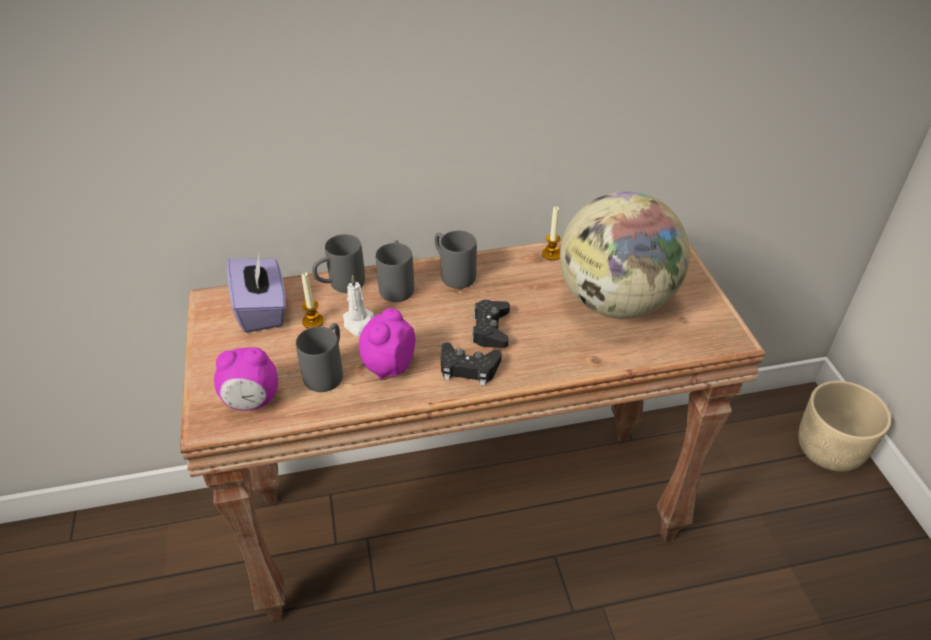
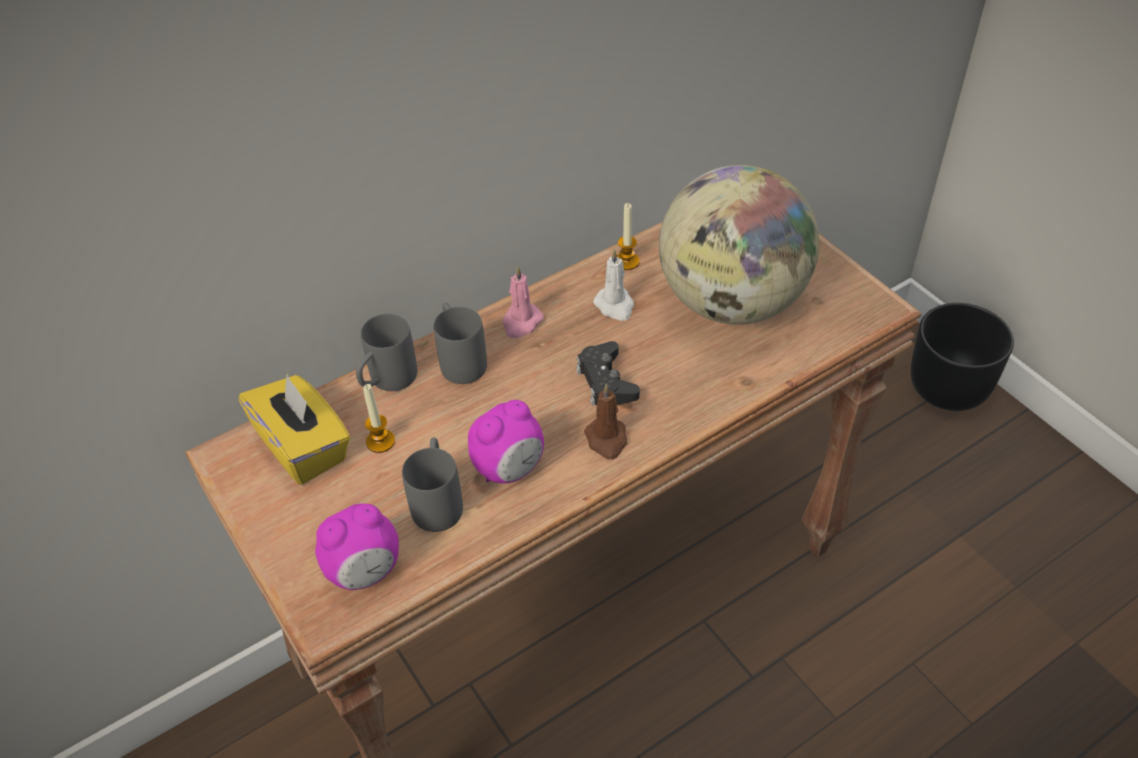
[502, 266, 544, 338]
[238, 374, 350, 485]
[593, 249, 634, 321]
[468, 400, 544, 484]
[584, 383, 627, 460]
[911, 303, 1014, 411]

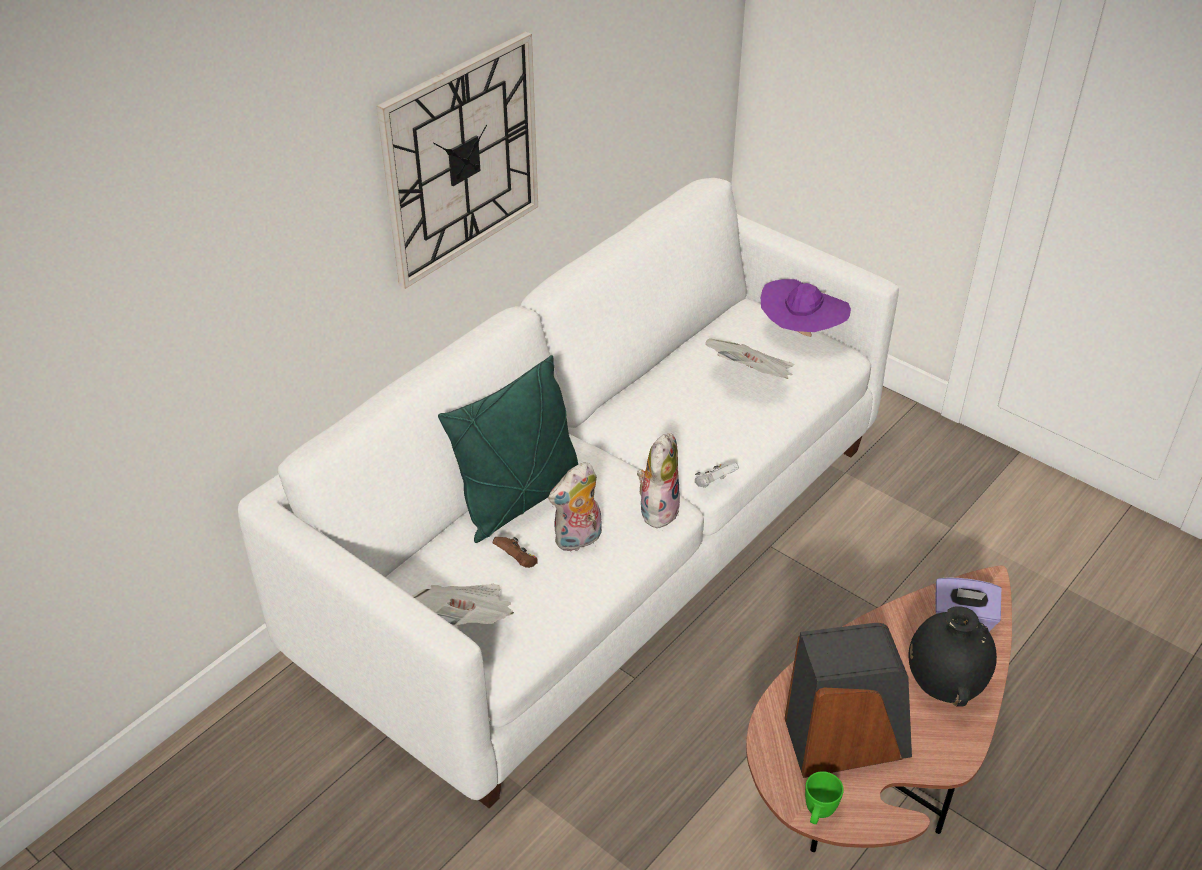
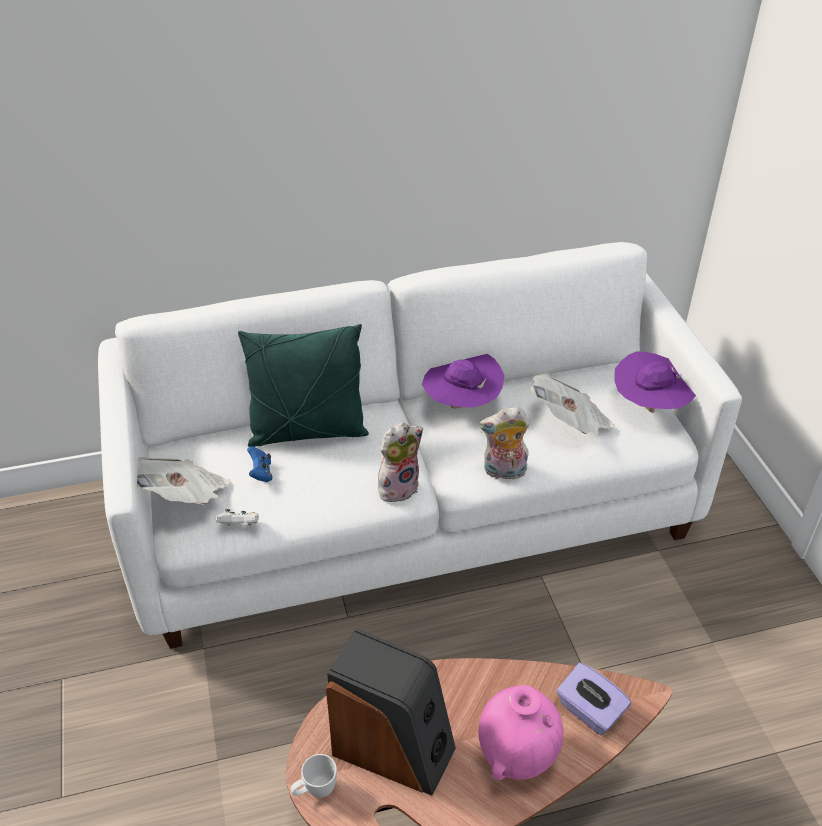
[377, 32, 538, 289] (first image)
[479, 407, 529, 480]
[216, 509, 259, 525]
[247, 446, 272, 482]
[479, 685, 563, 780]
[291, 754, 337, 798]
[422, 354, 505, 408]

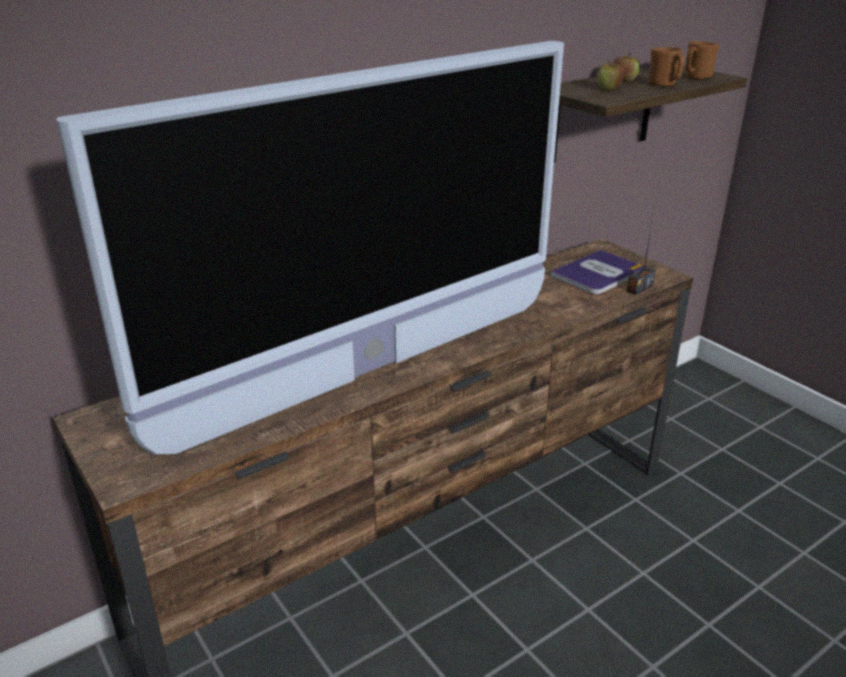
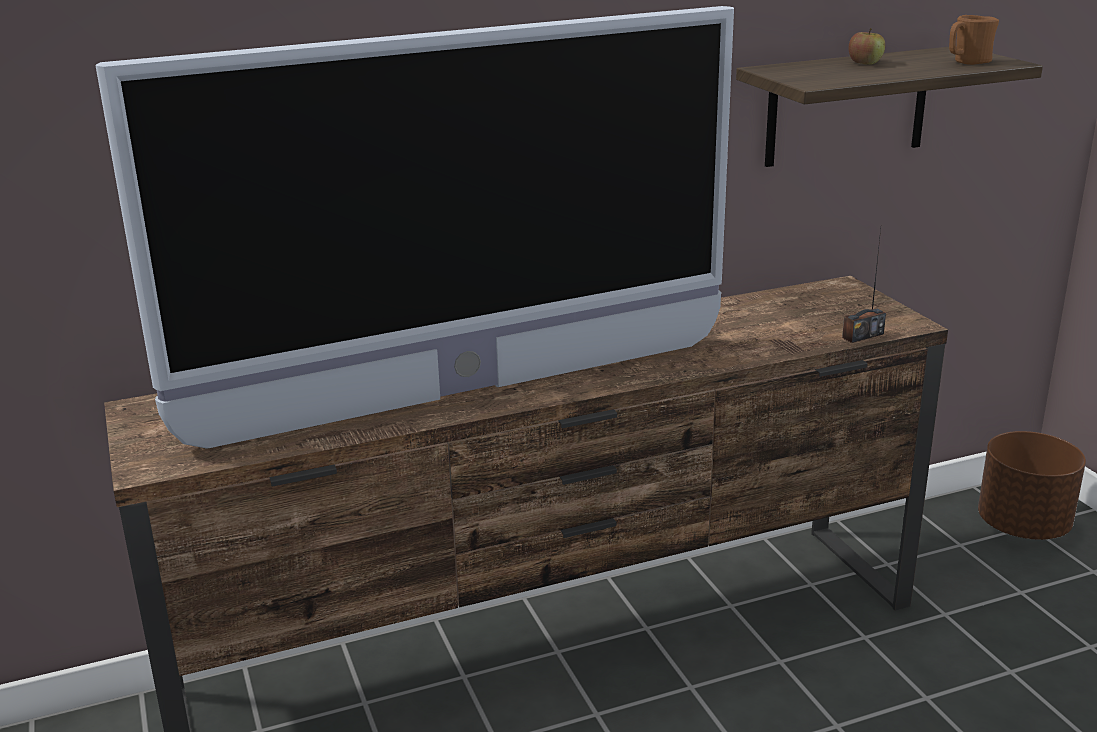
[648, 47, 684, 86] (first image)
[597, 60, 624, 90] (first image)
[550, 250, 644, 294] (first image)
[978, 431, 1086, 540]

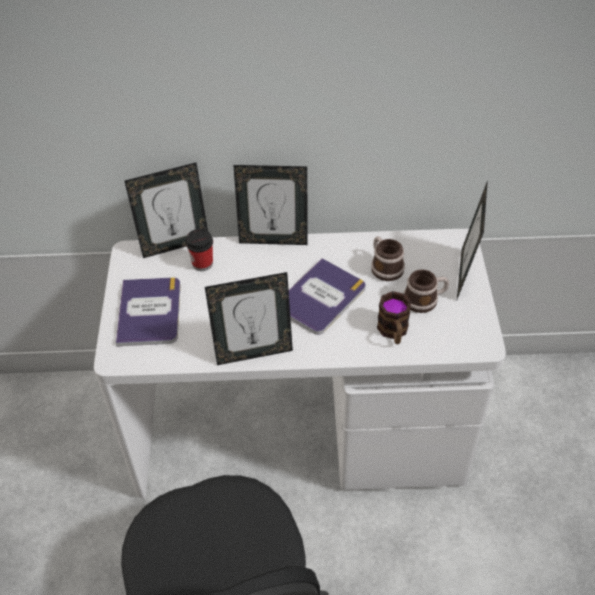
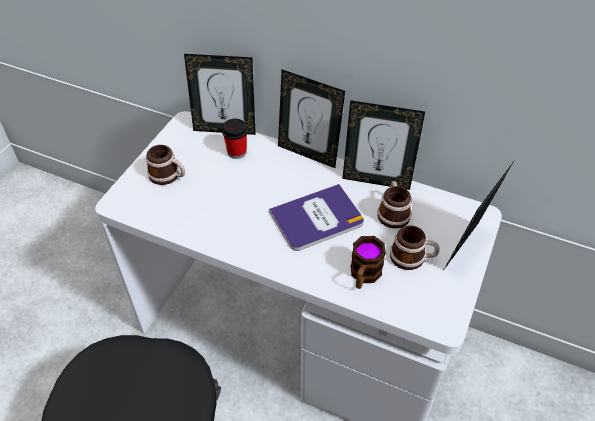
[342, 100, 425, 190]
[146, 145, 185, 185]

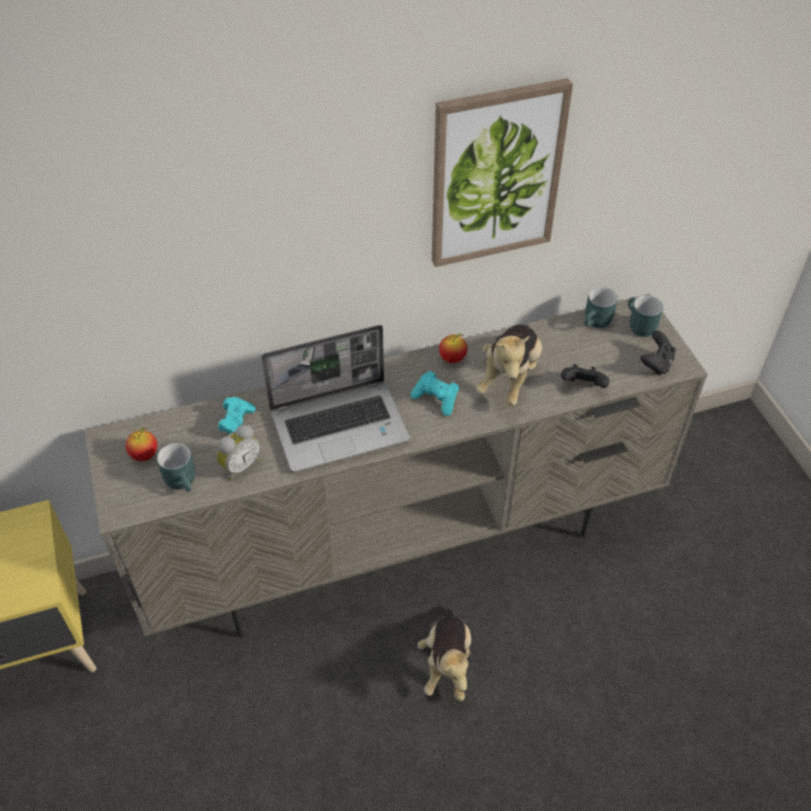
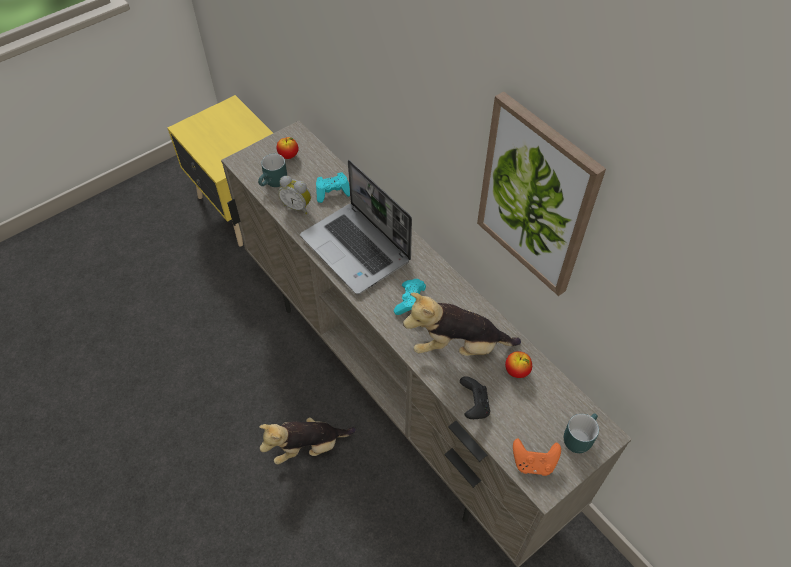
[584, 287, 618, 328] (first image)
[513, 438, 561, 476]
[505, 351, 532, 378]

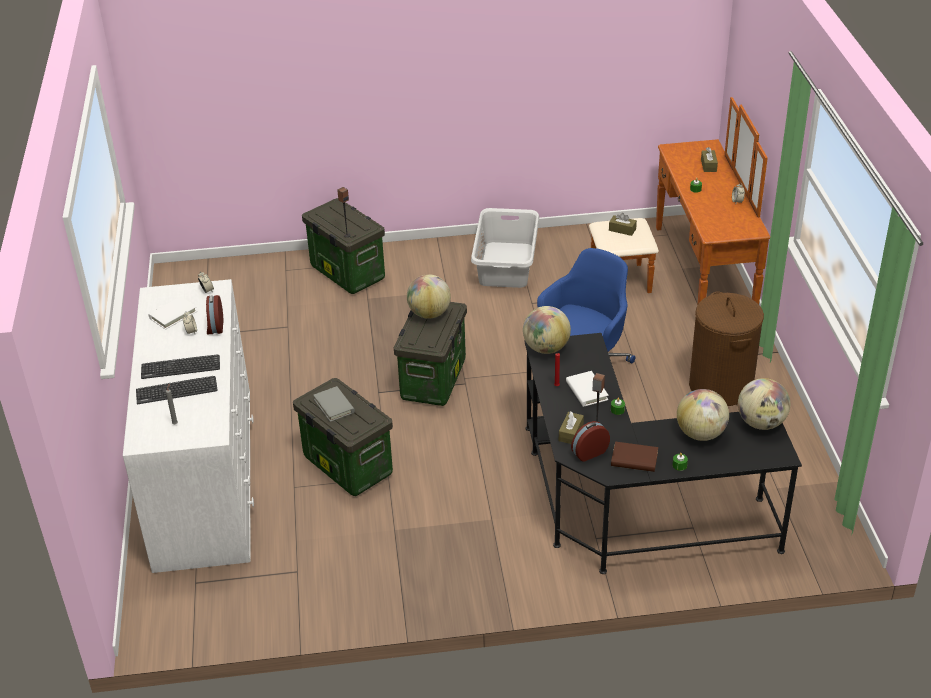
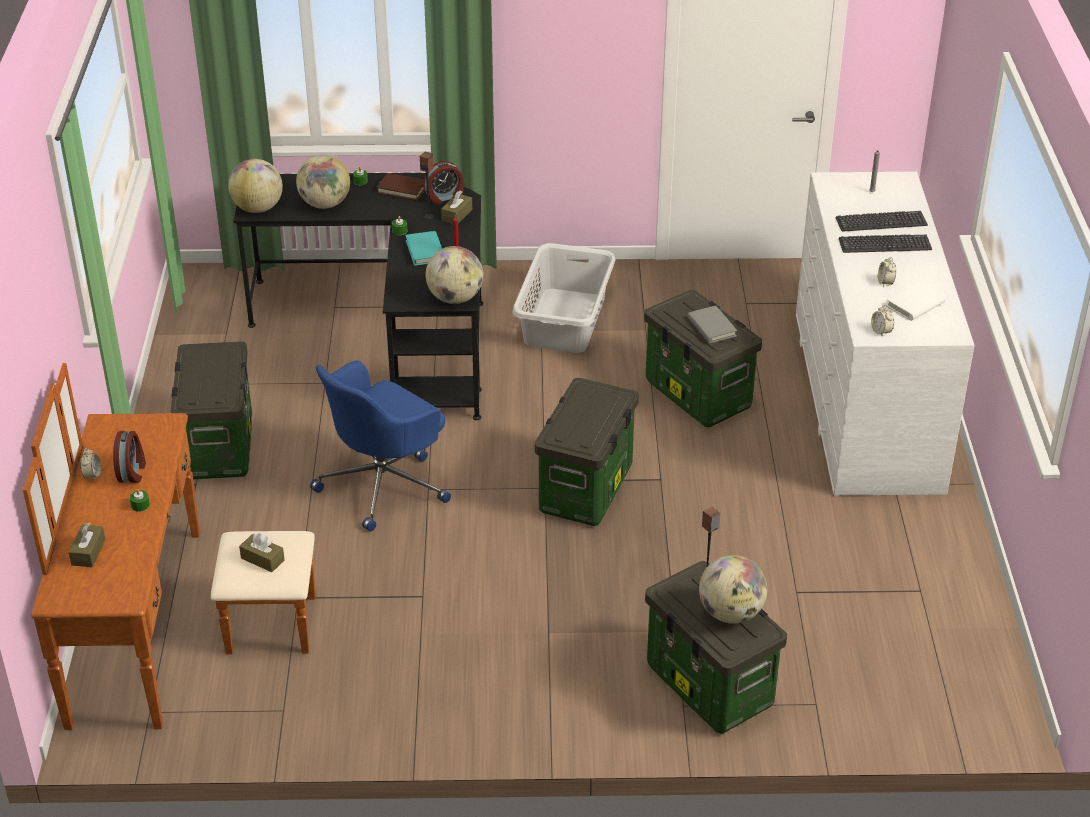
[513, 243, 615, 353]
[699, 555, 767, 624]
[171, 341, 252, 479]
[113, 431, 146, 483]
[405, 231, 442, 266]

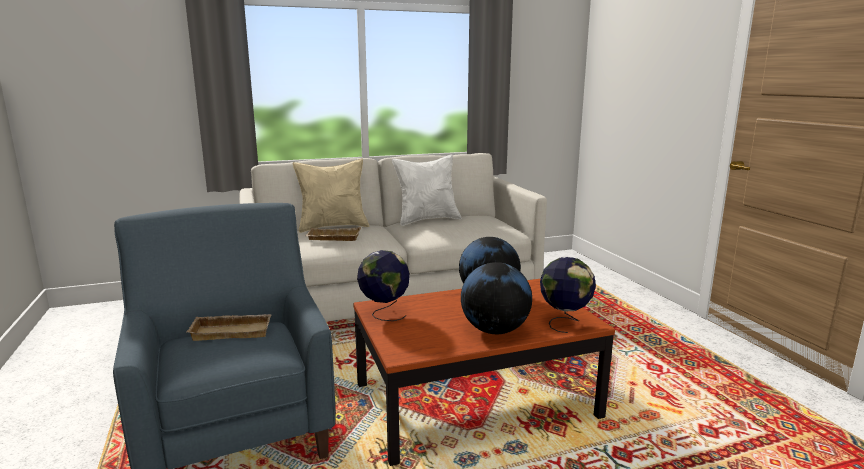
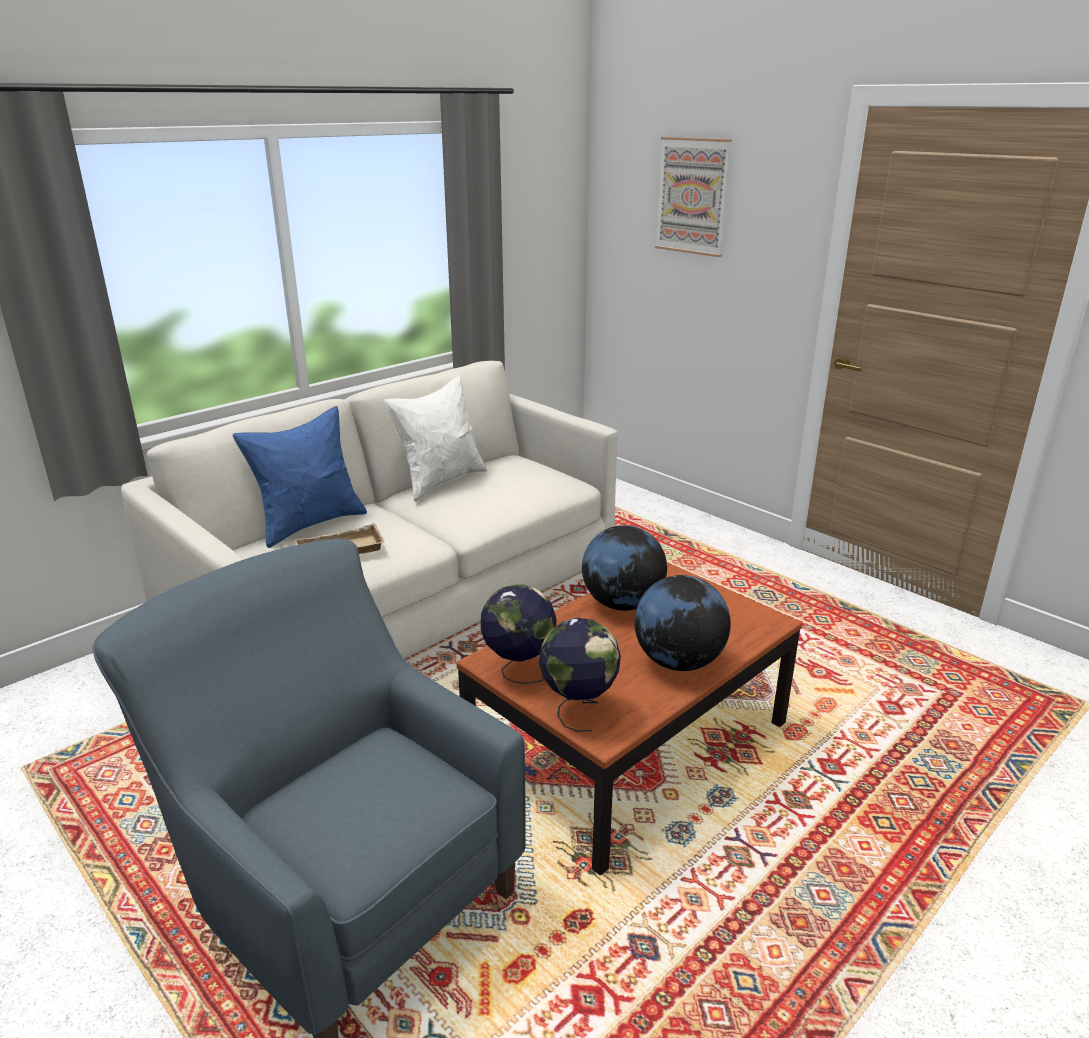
[233, 406, 367, 548]
[539, 618, 621, 732]
[187, 314, 272, 341] (first image)
[655, 137, 732, 257]

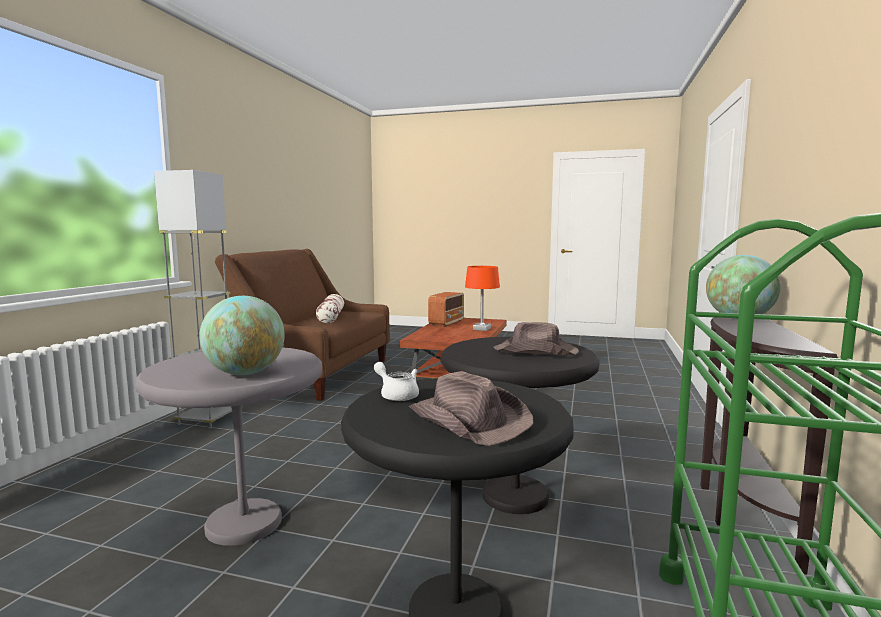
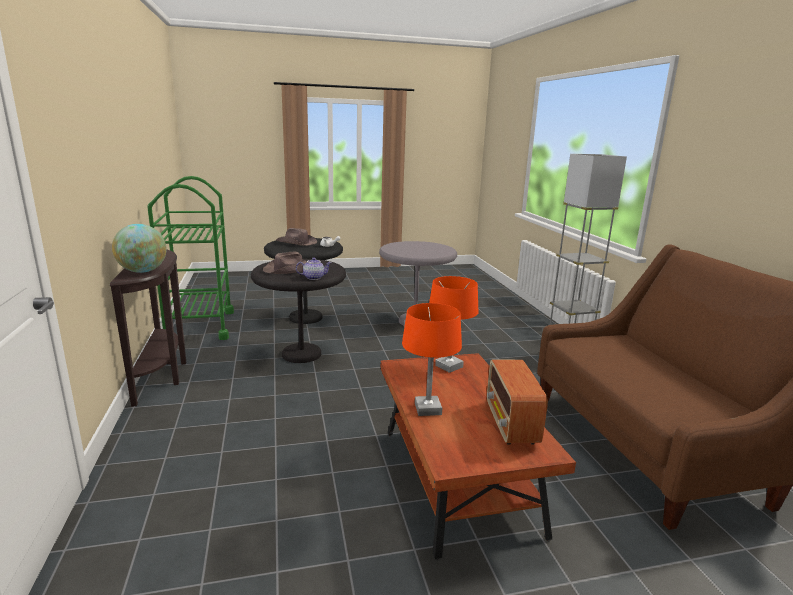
[316, 294, 344, 323] (first image)
[199, 296, 285, 375] (first image)
[296, 257, 332, 280]
[429, 276, 478, 373]

